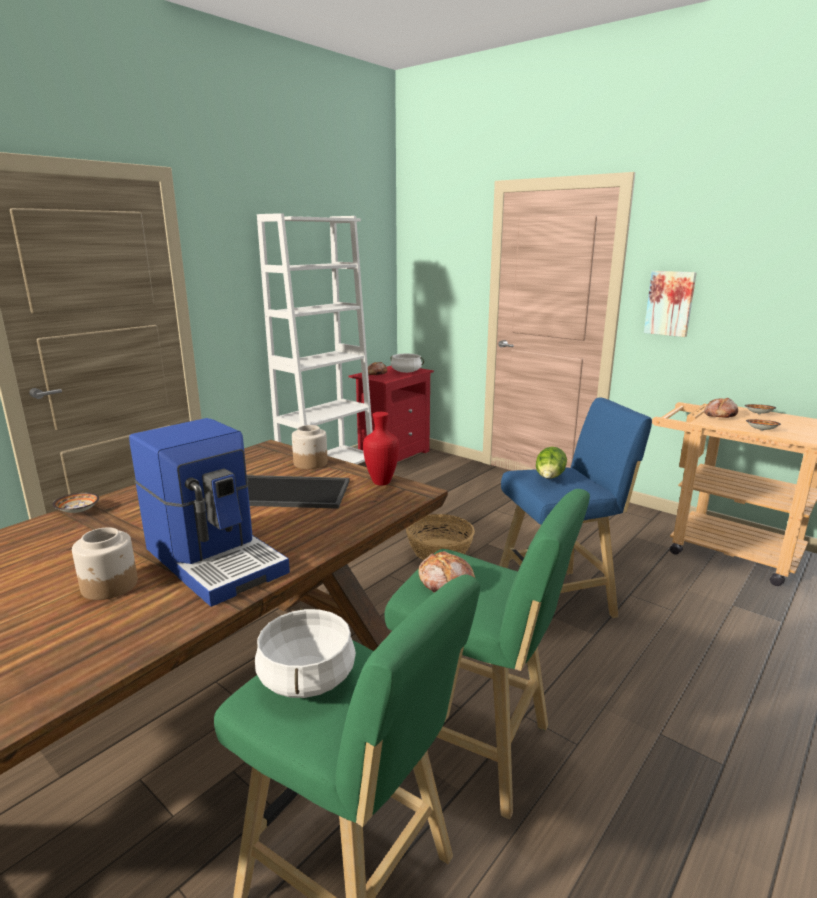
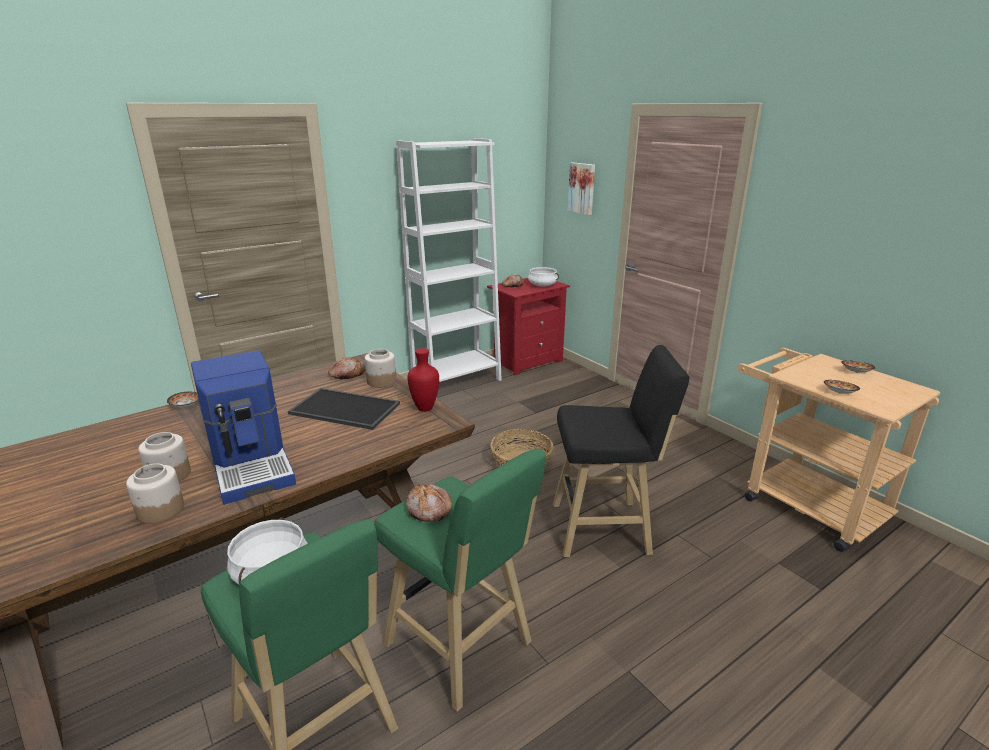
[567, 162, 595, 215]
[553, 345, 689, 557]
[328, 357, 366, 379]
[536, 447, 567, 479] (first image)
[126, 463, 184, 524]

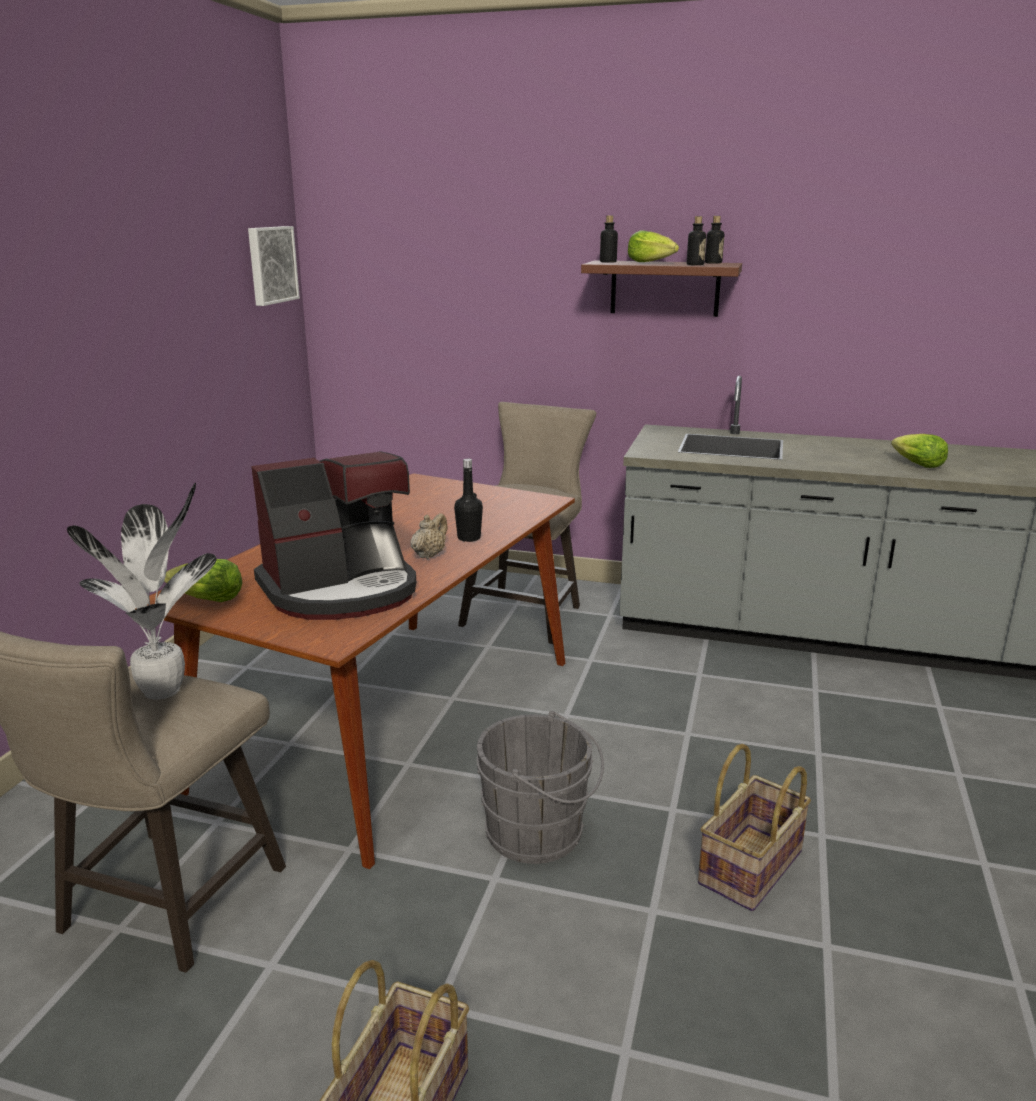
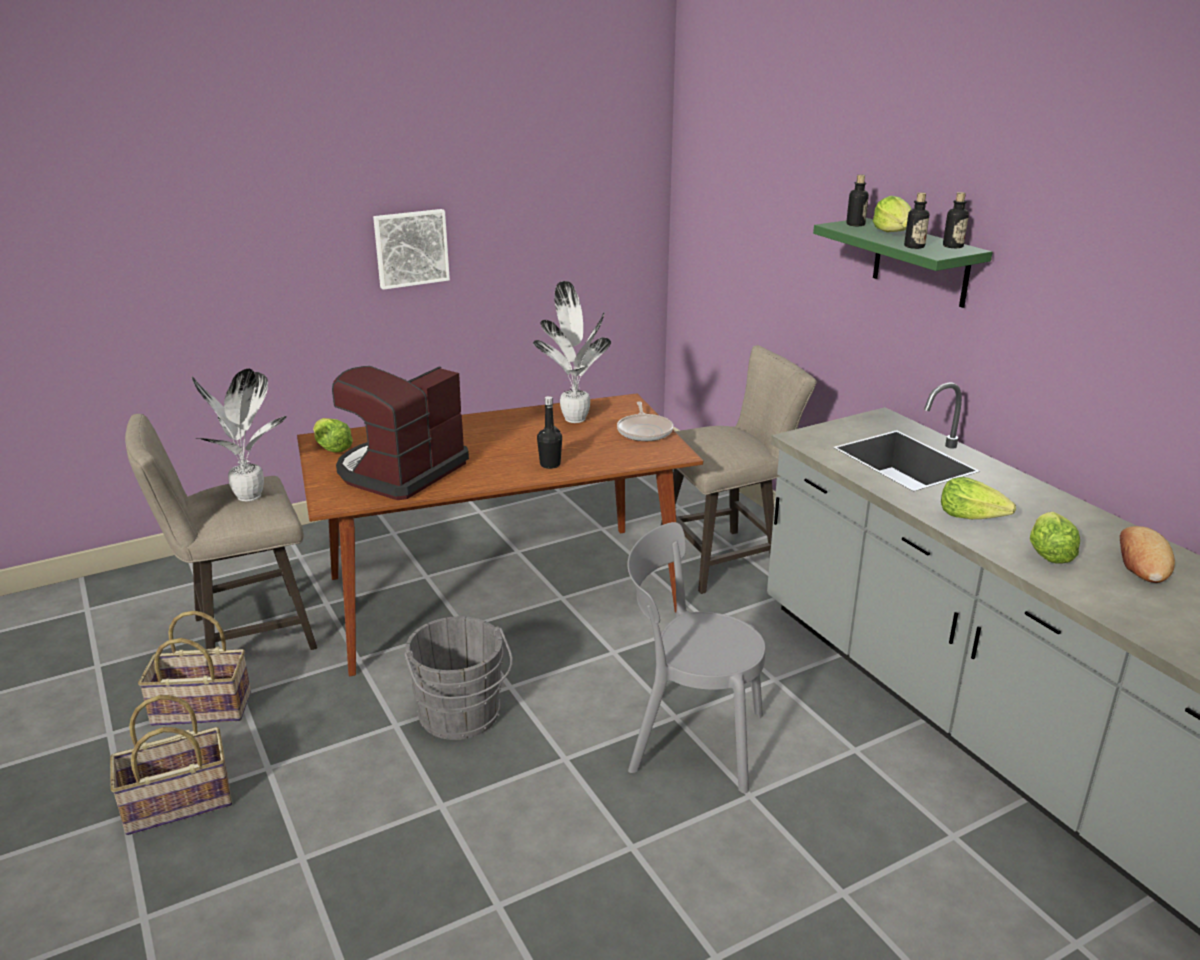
[373, 209, 450, 290]
[813, 218, 993, 308]
[332, 366, 469, 500]
[410, 513, 447, 559] (first image)
[138, 611, 251, 726]
[533, 281, 611, 423]
[617, 401, 673, 441]
[941, 477, 1016, 519]
[627, 522, 765, 793]
[1120, 526, 1175, 583]

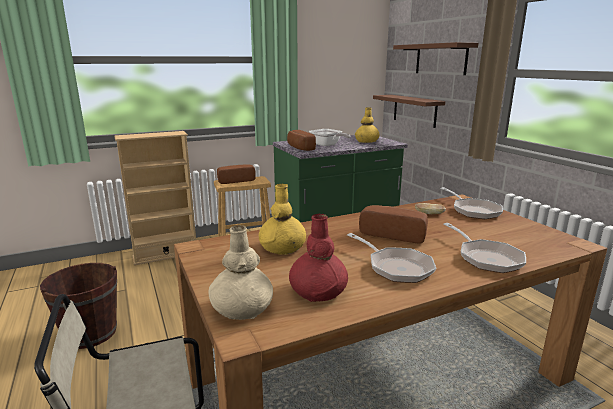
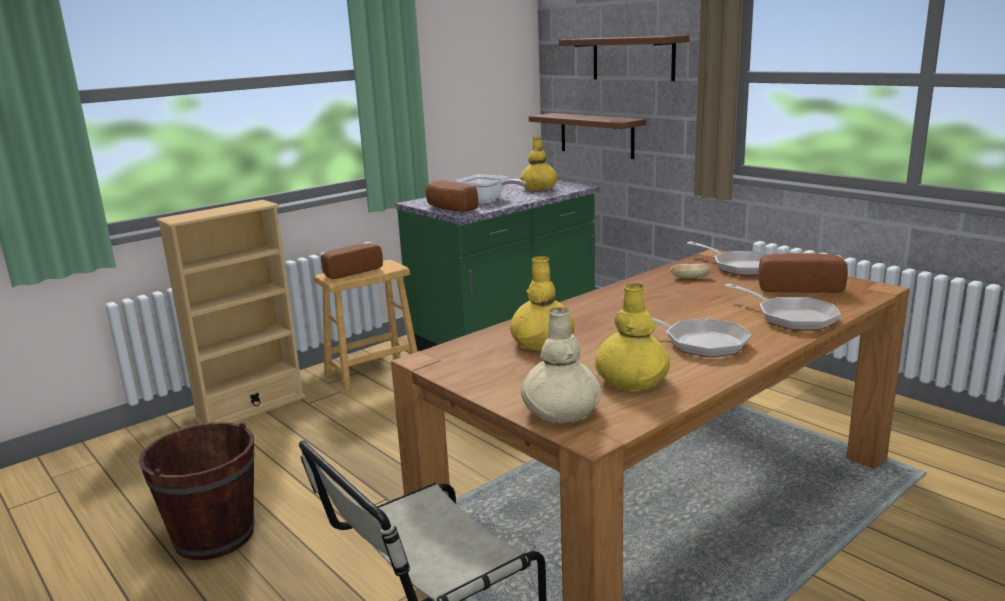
[758, 253, 848, 293]
[595, 283, 670, 392]

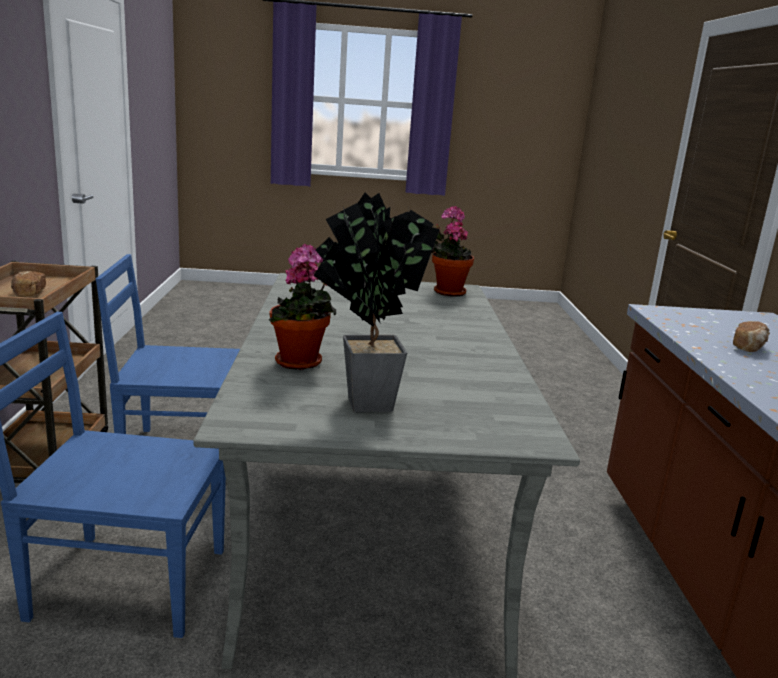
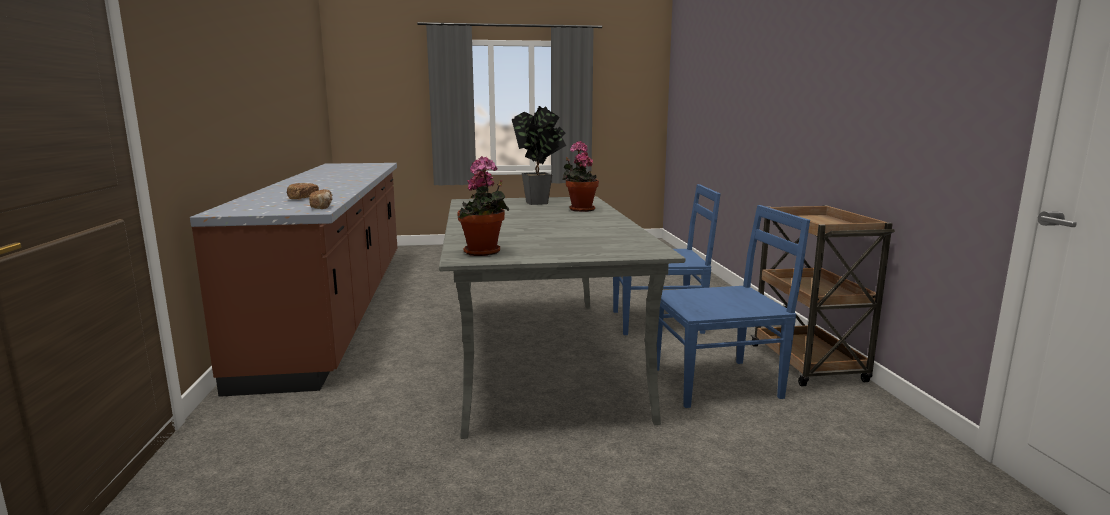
[309, 189, 333, 209]

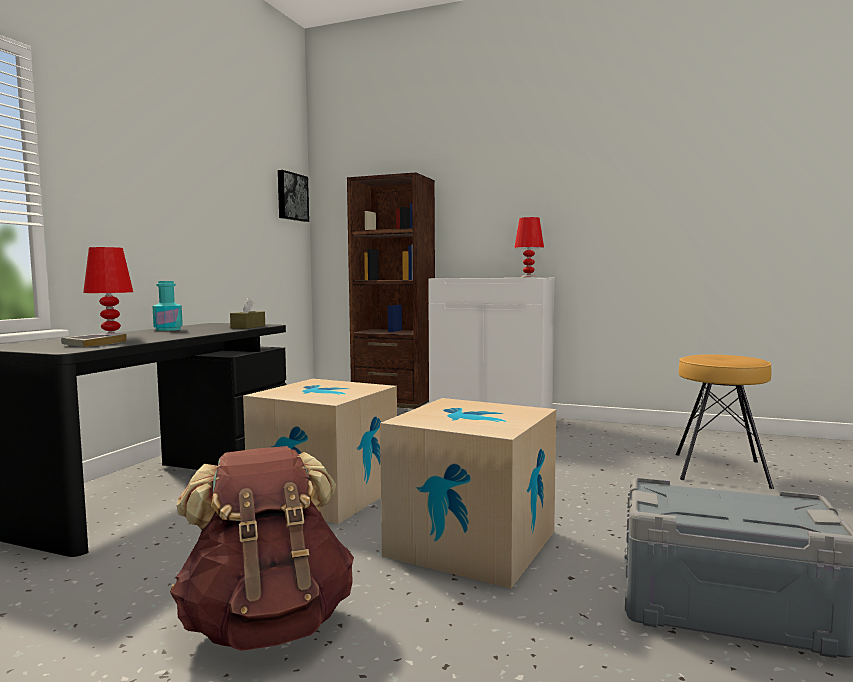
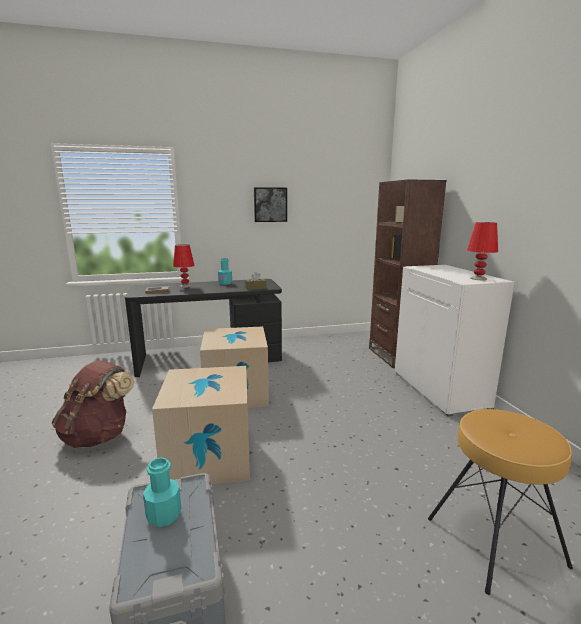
[254, 187, 287, 222]
[143, 457, 182, 527]

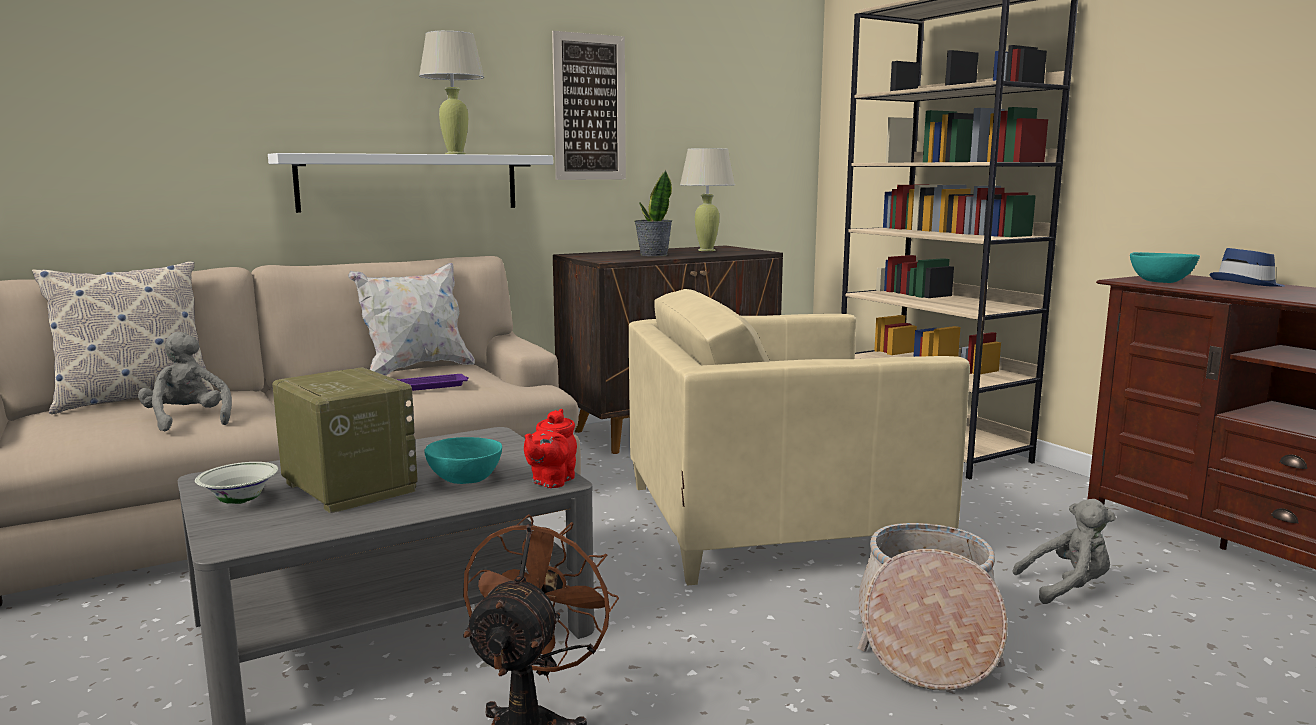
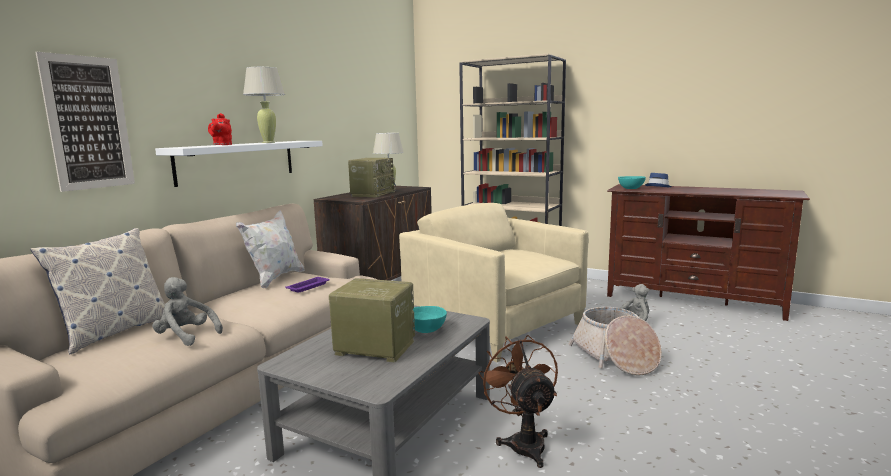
[36, 52, 135, 192]
[348, 158, 396, 197]
[399, 203, 589, 362]
[208, 113, 232, 145]
[195, 462, 278, 504] (first image)

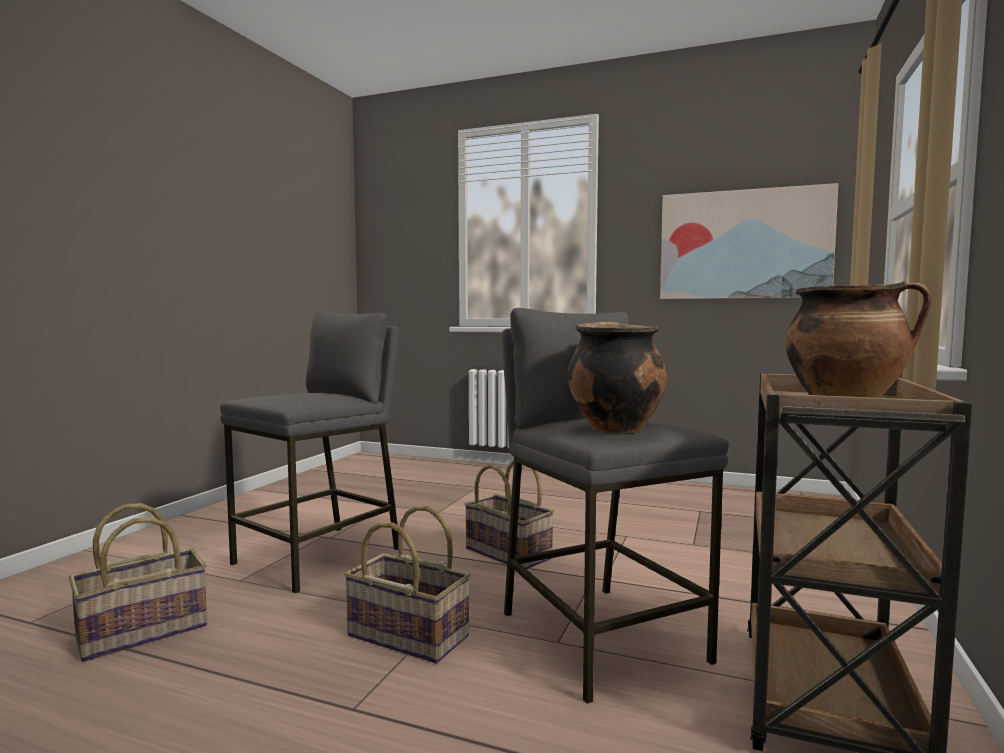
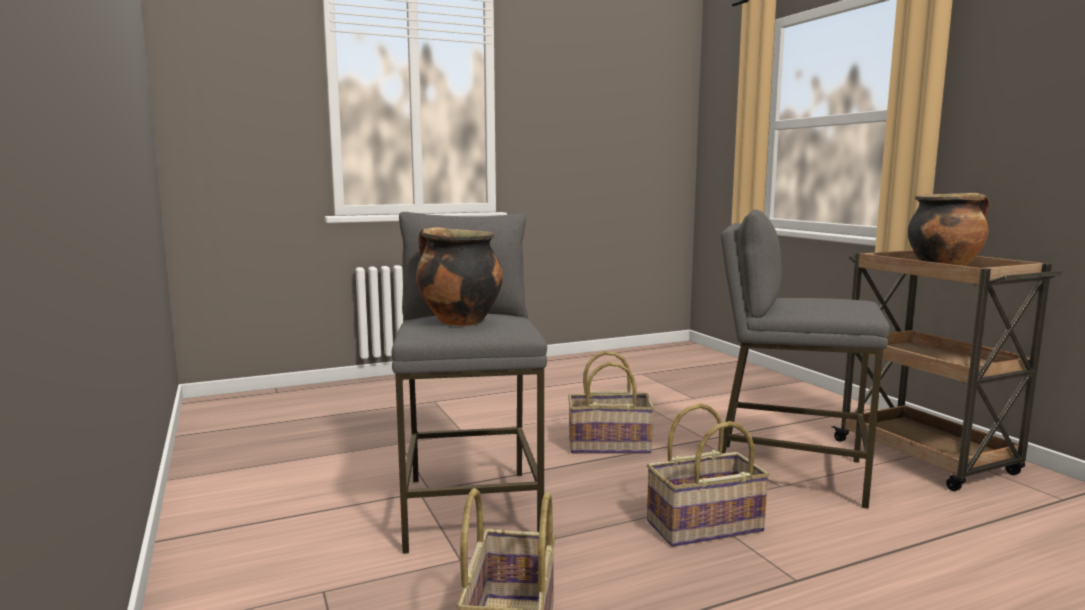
[660, 183, 838, 299] (first image)
[416, 227, 503, 326]

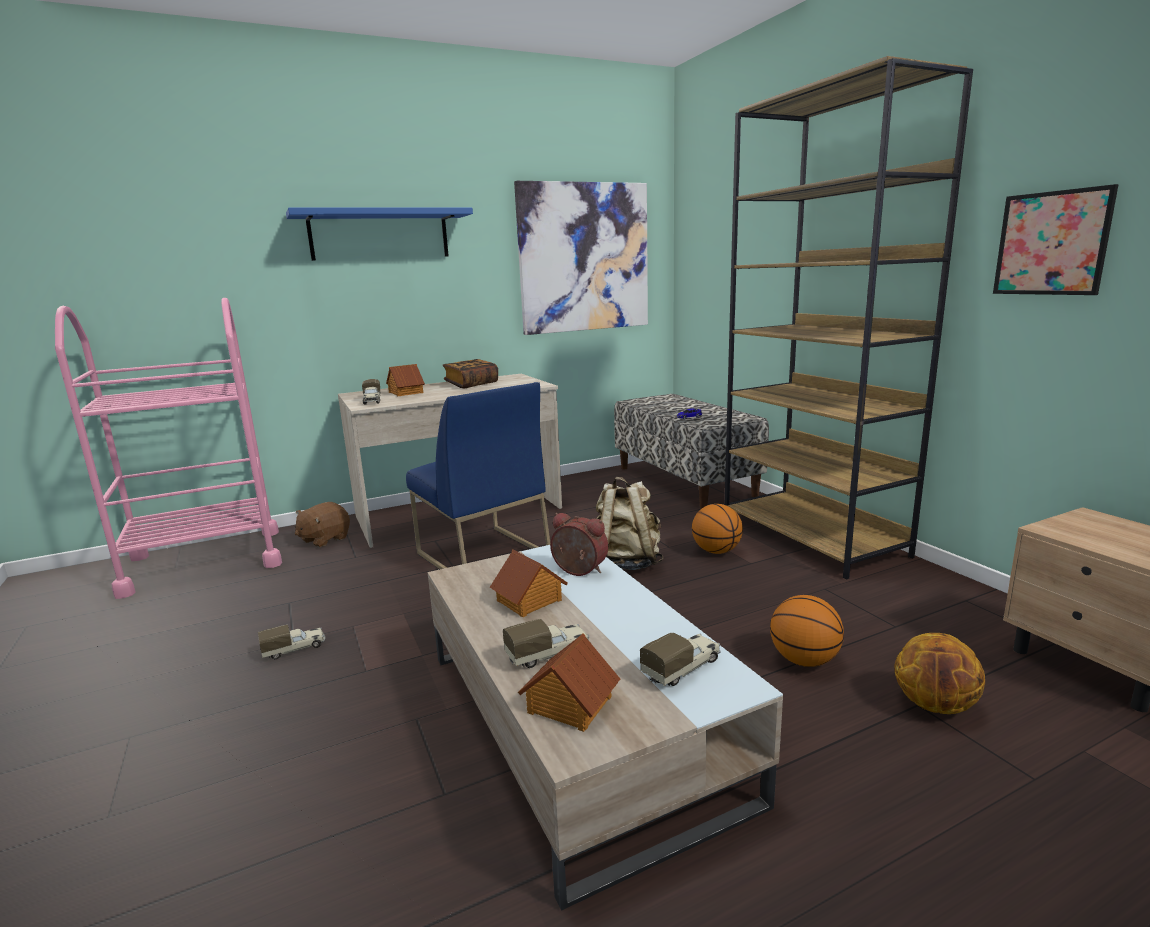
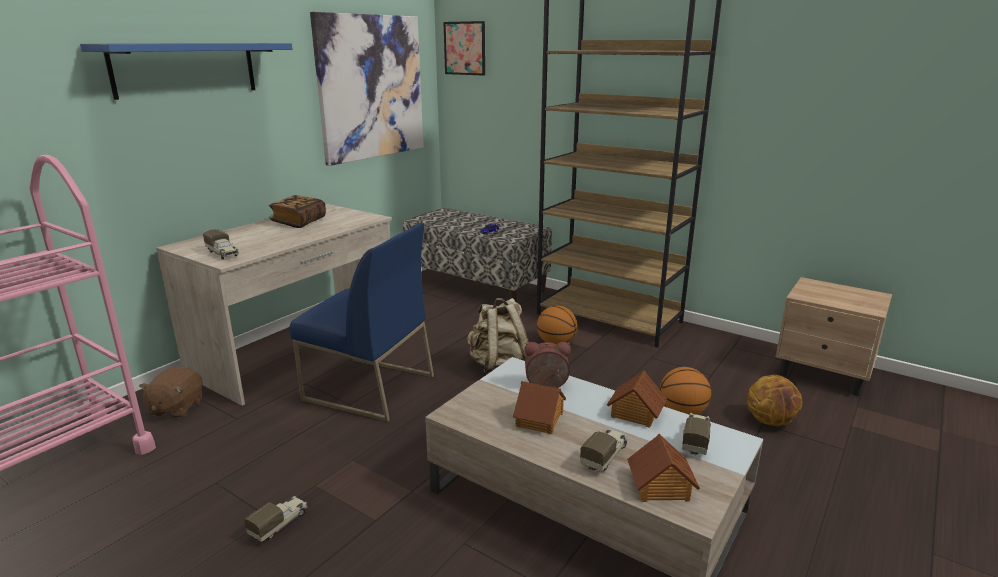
[443, 21, 485, 76]
[607, 371, 667, 428]

